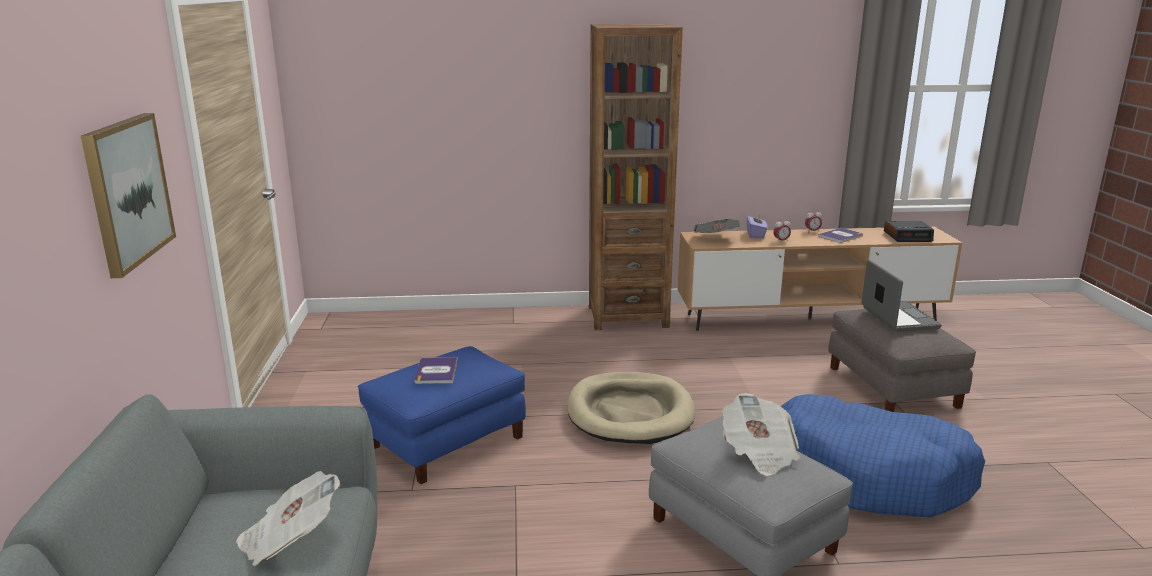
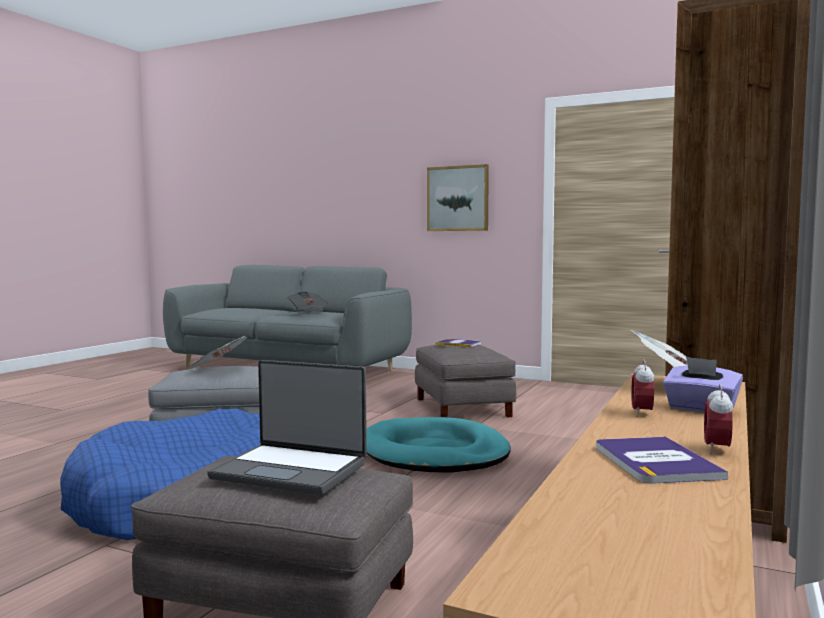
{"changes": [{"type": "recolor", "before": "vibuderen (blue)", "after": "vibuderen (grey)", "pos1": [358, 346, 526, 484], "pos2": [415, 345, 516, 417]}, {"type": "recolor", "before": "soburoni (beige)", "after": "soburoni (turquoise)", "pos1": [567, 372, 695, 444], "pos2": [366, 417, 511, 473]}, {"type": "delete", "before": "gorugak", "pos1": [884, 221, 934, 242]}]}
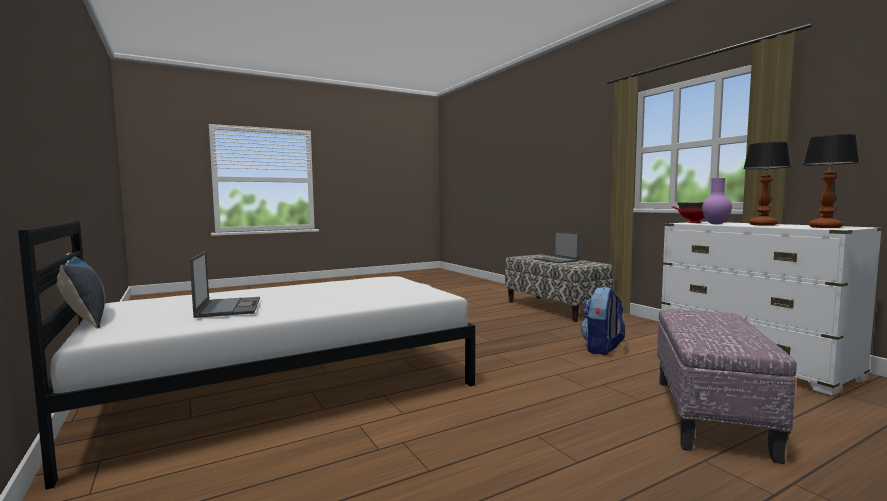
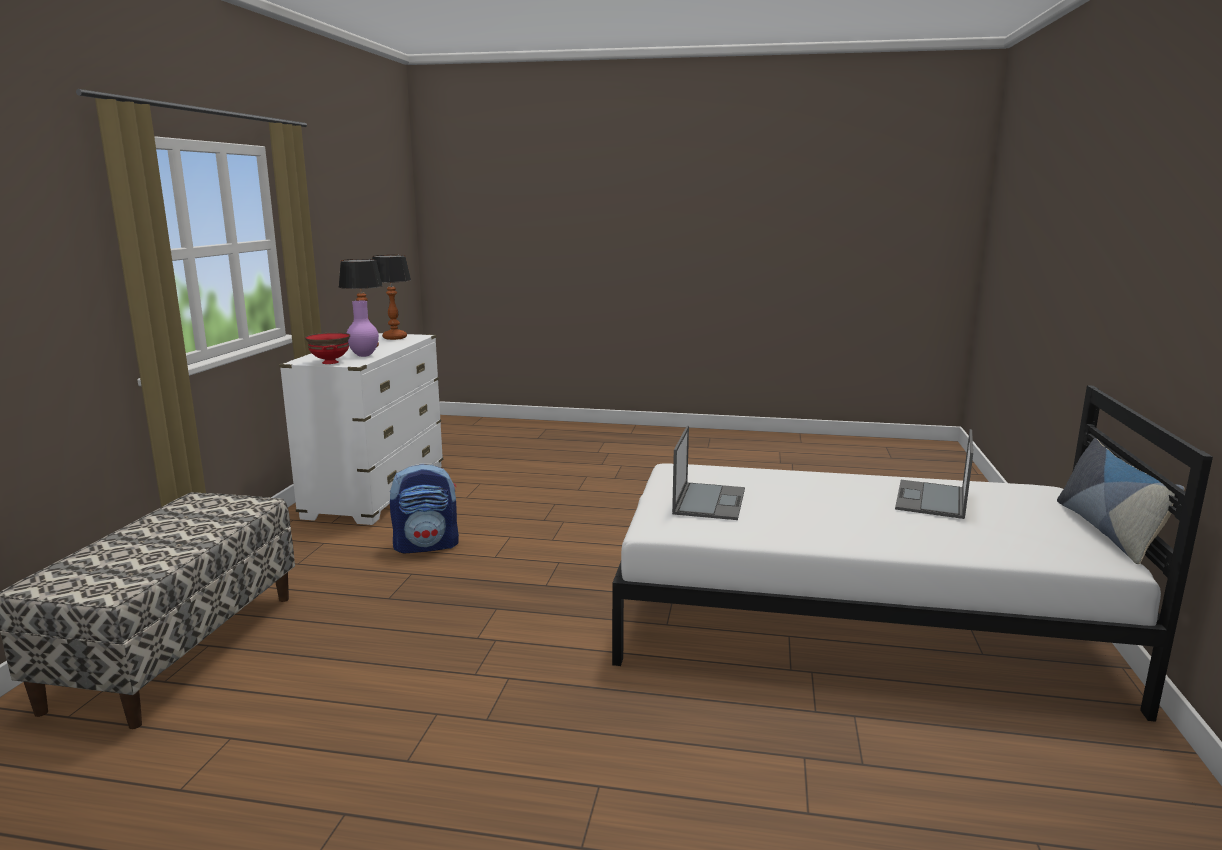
{"changes": [{"type": "move", "before": "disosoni", "pos1": [534, 231, 579, 263], "pos2": [672, 426, 745, 520]}, {"type": "delete", "before": "vibuderen", "pos1": [657, 309, 797, 464]}]}
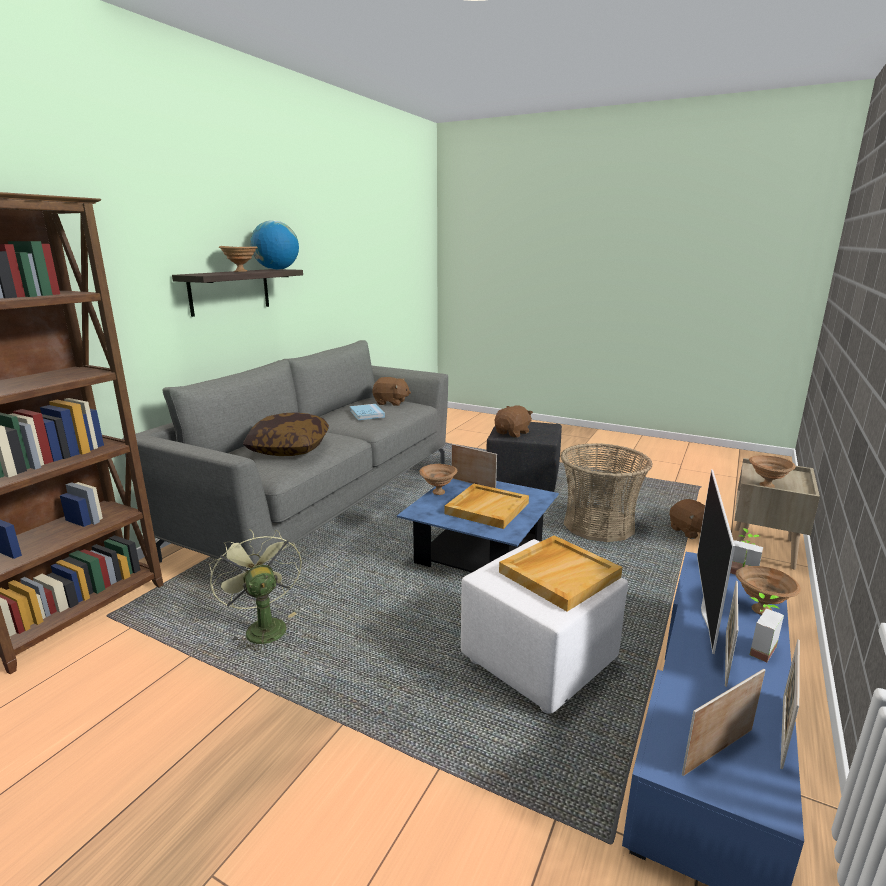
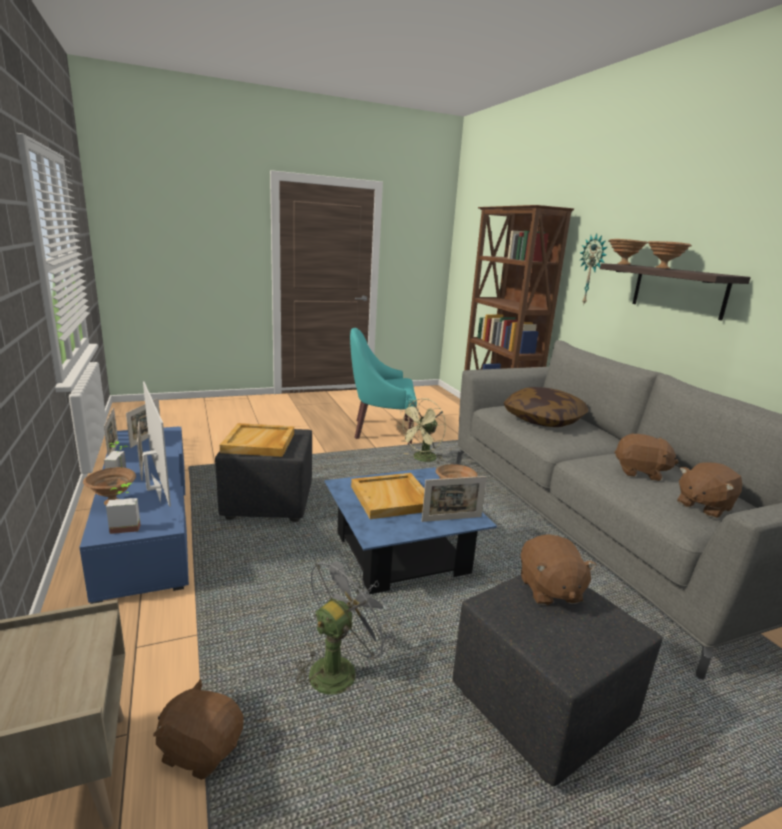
{"changes": [{"type": "rotate", "before": "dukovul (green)", "pos1": [209, 530, 302, 653], "pos2": [398, 398, 446, 464], "turn": 120}, {"type": "delete", "before": "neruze", "pos1": [250, 220, 299, 270]}, {"type": "replace", "before": "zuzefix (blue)", "after": "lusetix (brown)", "pos1": [350, 404, 385, 420], "pos2": [614, 434, 678, 481]}, {"type": "recolor", "before": "vibuderen (white)", "after": "vibuderen (black)", "pos1": [461, 539, 628, 714], "pos2": [215, 429, 312, 522]}, {"type": "replace", "before": "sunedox", "after": "dukovul (grey)", "pos1": [560, 443, 653, 542], "pos2": [293, 553, 396, 695]}, {"type": "move", "before": "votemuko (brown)", "pos1": [749, 455, 796, 488], "pos2": [608, 239, 647, 265]}, {"type": "insert", "after": "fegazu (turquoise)", "pos2": [350, 328, 417, 444]}, {"type": "insert", "after": "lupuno", "pos2": [580, 234, 607, 306]}]}
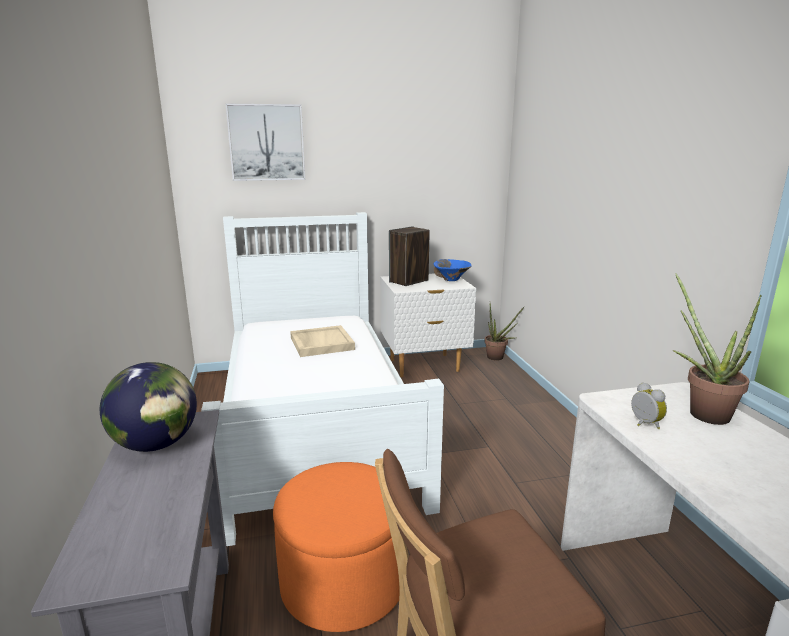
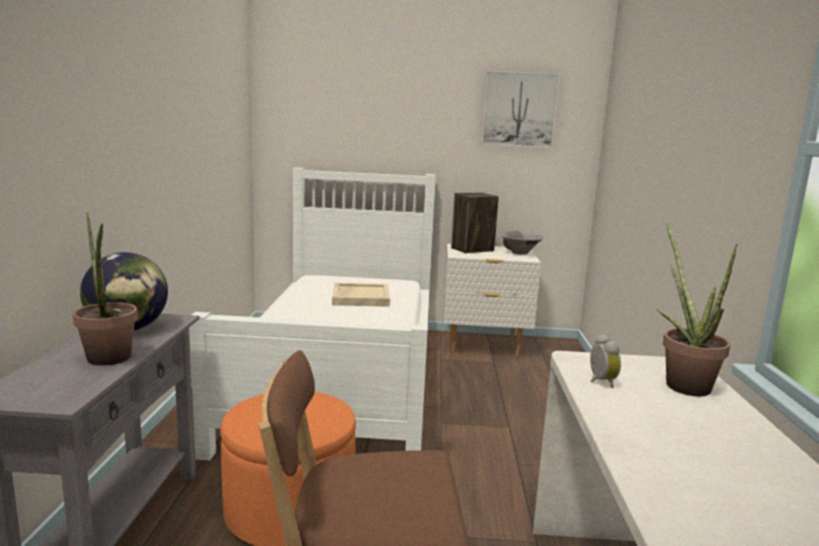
{"changes": [{"type": "move", "before": "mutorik", "pos1": [226, 104, 305, 181], "pos2": [481, 71, 560, 148]}, {"type": "recolor", "before": "votemuko (blue)", "after": "votemuko (grey)", "pos1": [434, 259, 472, 281], "pos2": [501, 231, 543, 255]}, {"type": "move", "before": "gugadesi", "pos1": [485, 303, 524, 361], "pos2": [73, 212, 138, 366]}]}
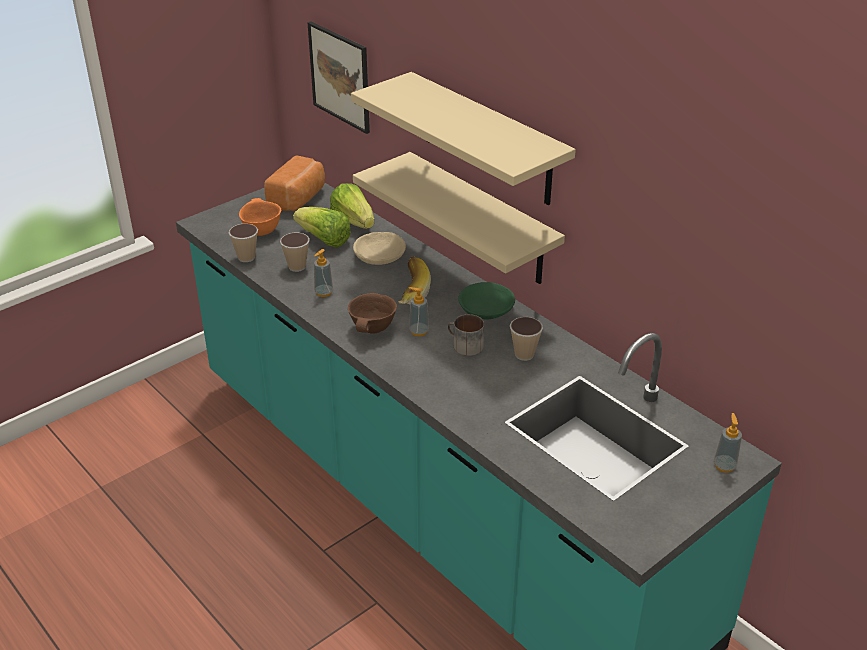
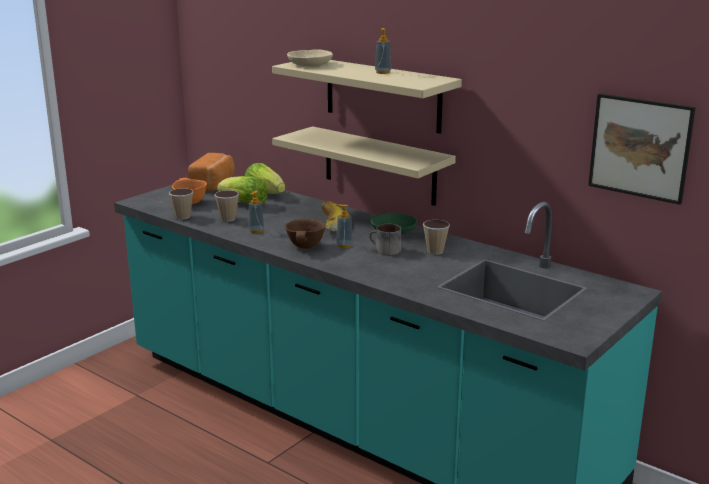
{"changes": [{"type": "move", "before": "mutorik", "pos1": [308, 22, 370, 134], "pos2": [588, 93, 696, 205]}, {"type": "move", "before": "votemuko (beige)", "pos1": [353, 232, 406, 265], "pos2": [287, 49, 333, 66]}, {"type": "move", "before": "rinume", "pos1": [714, 413, 742, 473], "pos2": [375, 28, 391, 74]}]}
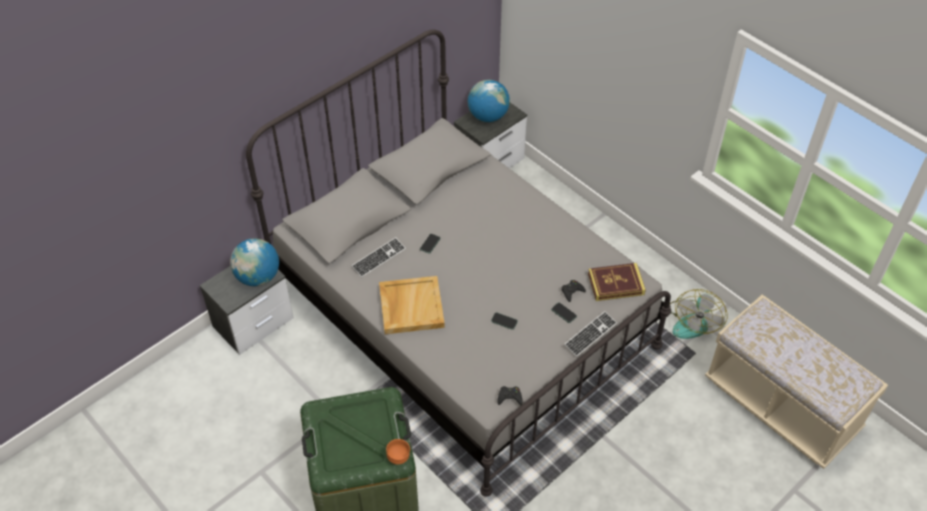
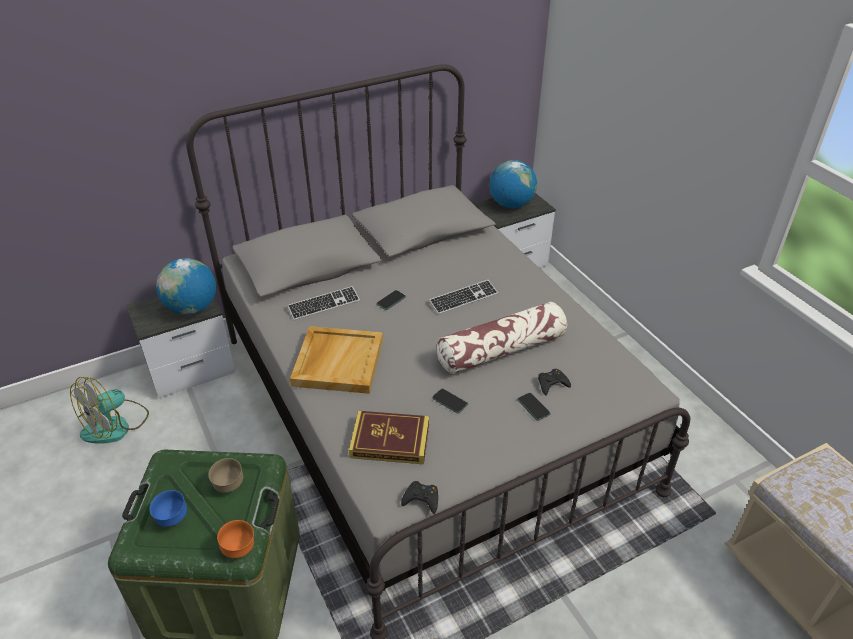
{"changes": [{"type": "move", "before": "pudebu", "pos1": [564, 311, 617, 357], "pos2": [429, 280, 498, 315]}, {"type": "move", "before": "zuzefix", "pos1": [588, 263, 646, 301], "pos2": [349, 411, 429, 464]}, {"type": "move", "before": "dukovul", "pos1": [670, 289, 728, 339], "pos2": [70, 377, 149, 444]}, {"type": "insert", "after": "votemuko (blue)", "pos2": [149, 490, 187, 527]}, {"type": "insert", "after": "votemuko (brown)", "pos2": [208, 458, 243, 493]}, {"type": "insert", "after": "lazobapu", "pos2": [437, 302, 567, 374]}]}
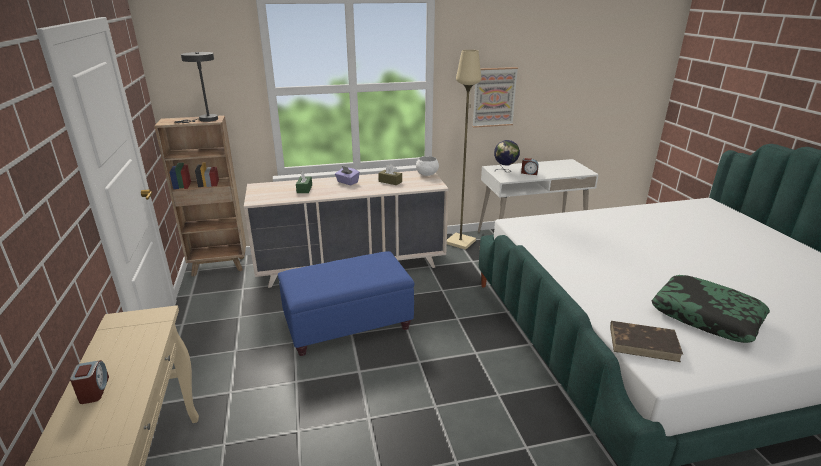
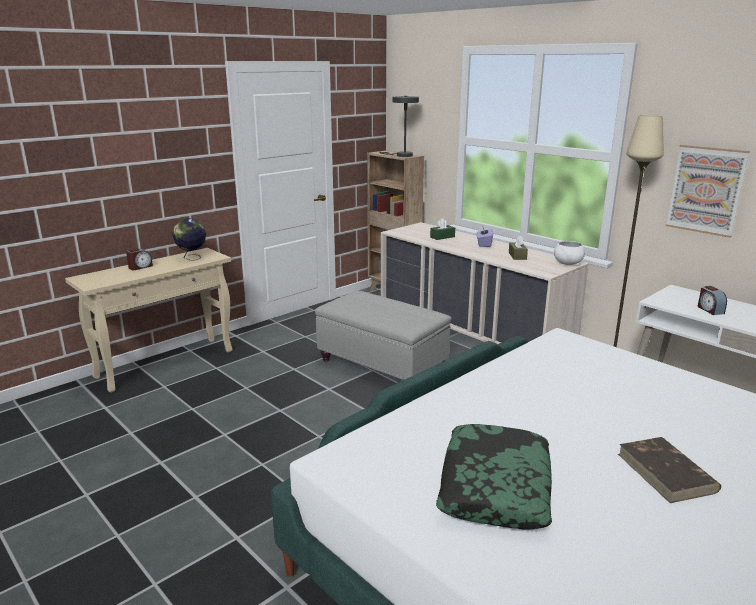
{"changes": [{"type": "recolor", "before": "vibuderen (blue)", "after": "vibuderen (grey)", "pos1": [278, 251, 415, 356], "pos2": [315, 291, 451, 380]}, {"type": "move", "before": "neruze", "pos1": [494, 140, 520, 170], "pos2": [172, 218, 206, 261]}, {"type": "move", "before": "zuzefix (brown)", "pos1": [610, 321, 683, 362], "pos2": [618, 437, 721, 503]}]}
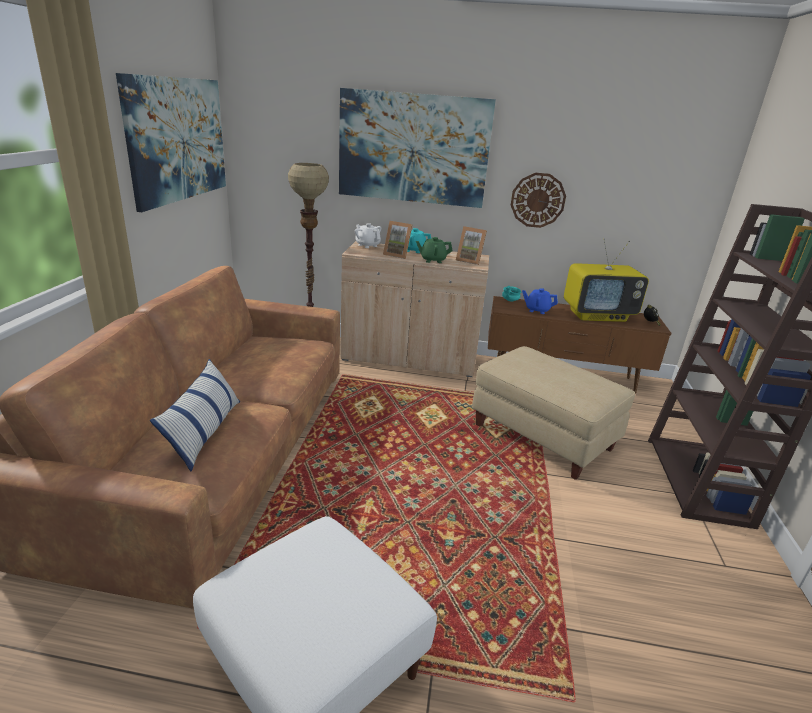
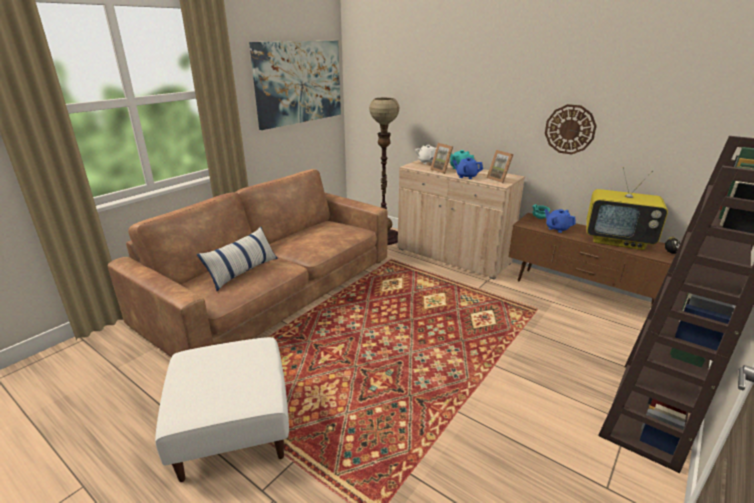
{"changes": [{"type": "delete", "before": "mutorik", "pos1": [339, 88, 496, 208]}, {"type": "recolor", "before": "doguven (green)", "after": "doguven (blue)", "pos1": [416, 237, 452, 263], "pos2": [453, 157, 483, 179]}, {"type": "delete", "before": "vibuderen (beige)", "pos1": [472, 346, 635, 480]}]}
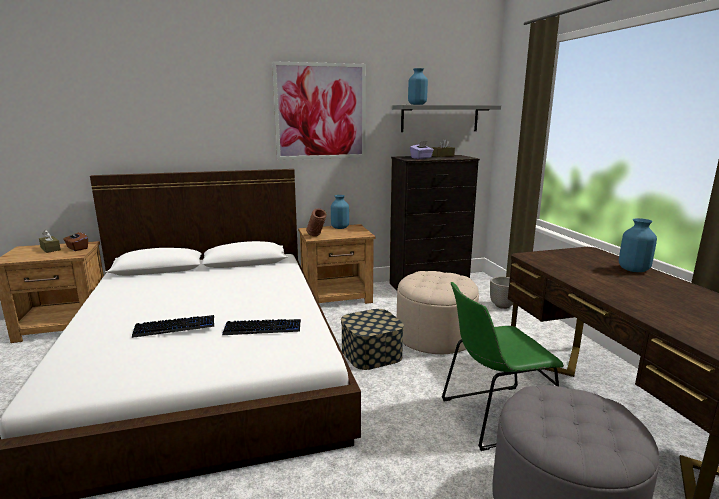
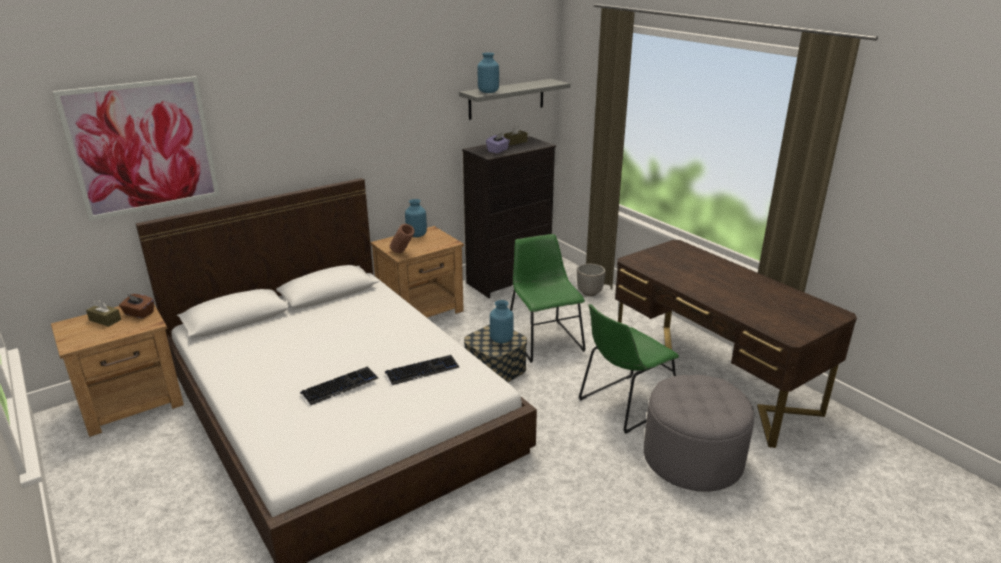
{"changes": [{"type": "move", "before": "mutorik", "pos1": [272, 61, 366, 160], "pos2": [52, 76, 220, 221]}, {"type": "replace", "before": "vibuderen (beige)", "after": "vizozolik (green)", "pos1": [397, 271, 479, 354], "pos2": [510, 234, 585, 363]}, {"type": "move", "before": "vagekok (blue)", "pos1": [619, 218, 657, 272], "pos2": [490, 300, 513, 343]}]}
